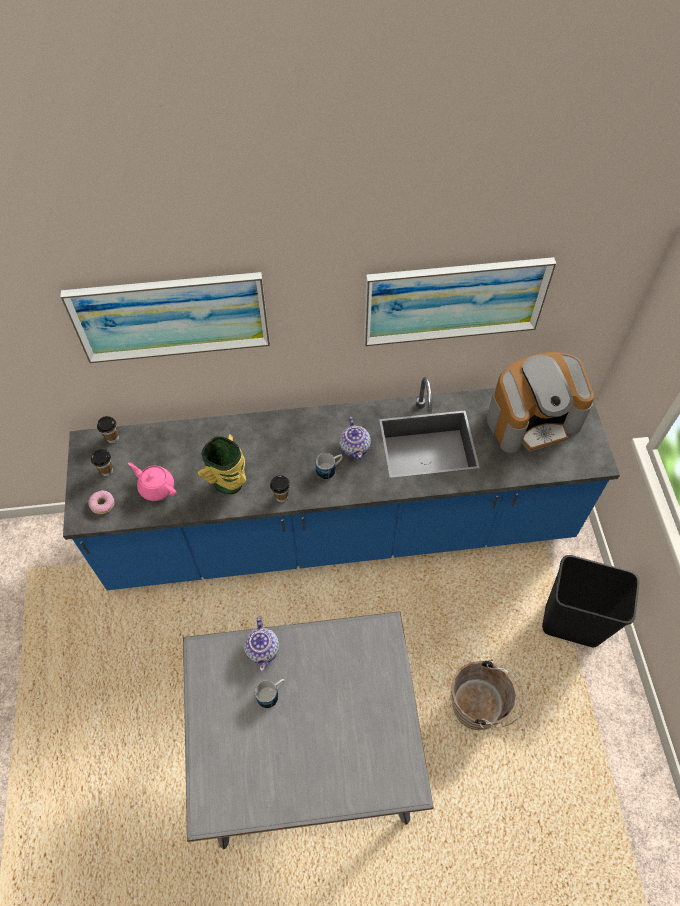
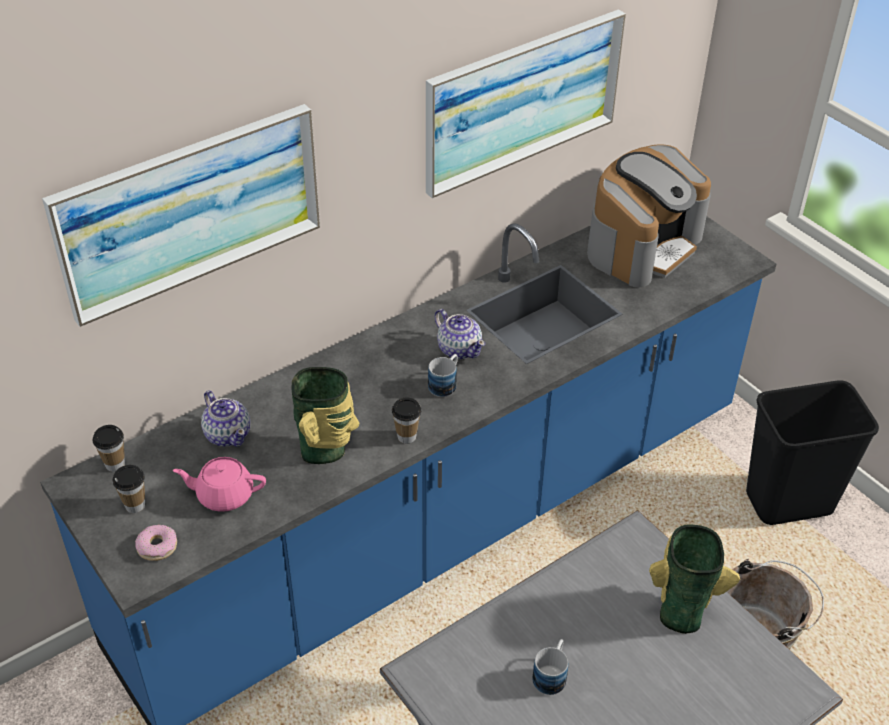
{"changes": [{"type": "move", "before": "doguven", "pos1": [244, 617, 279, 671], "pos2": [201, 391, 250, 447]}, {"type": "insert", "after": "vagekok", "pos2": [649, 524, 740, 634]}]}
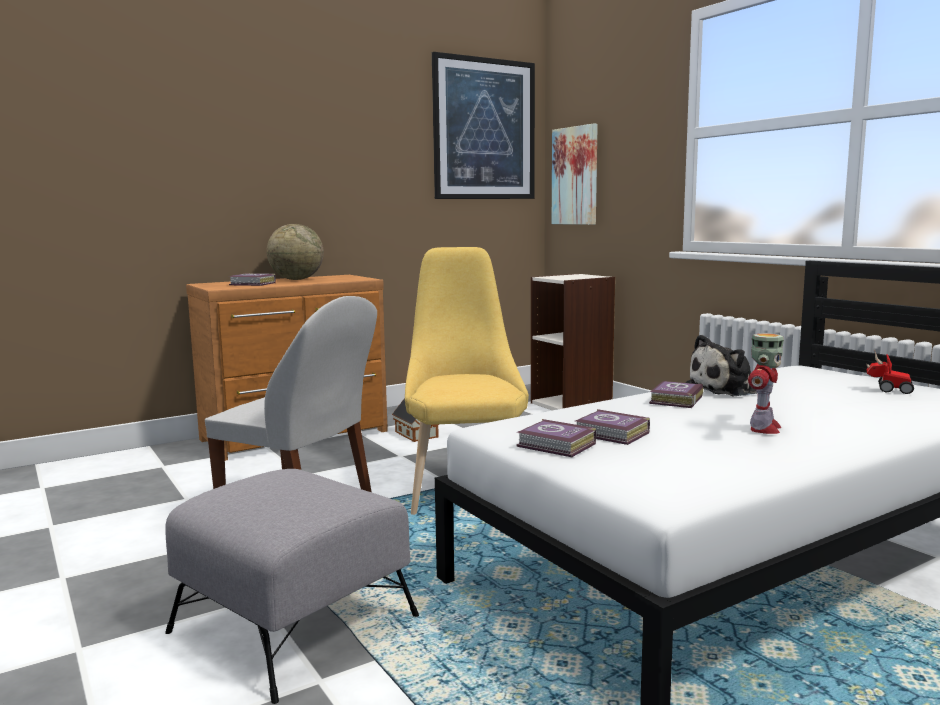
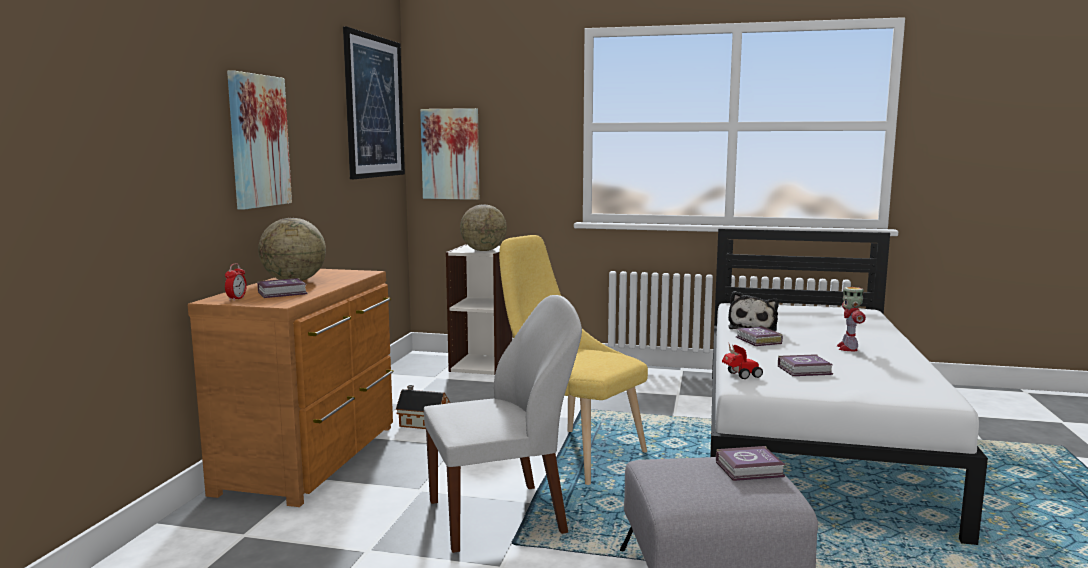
{"changes": [{"type": "move", "before": "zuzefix", "pos1": [516, 419, 596, 457], "pos2": [716, 446, 785, 481]}, {"type": "rotate", "before": "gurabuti", "pos1": [748, 333, 784, 434], "pos2": [837, 287, 866, 351], "turn": -150}, {"type": "move", "before": "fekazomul", "pos1": [867, 349, 914, 394], "pos2": [722, 342, 763, 379]}, {"type": "insert", "after": "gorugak", "pos2": [225, 263, 247, 301]}, {"type": "insert", "after": "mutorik", "pos2": [227, 70, 292, 210]}, {"type": "insert", "after": "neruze", "pos2": [460, 204, 507, 251]}]}
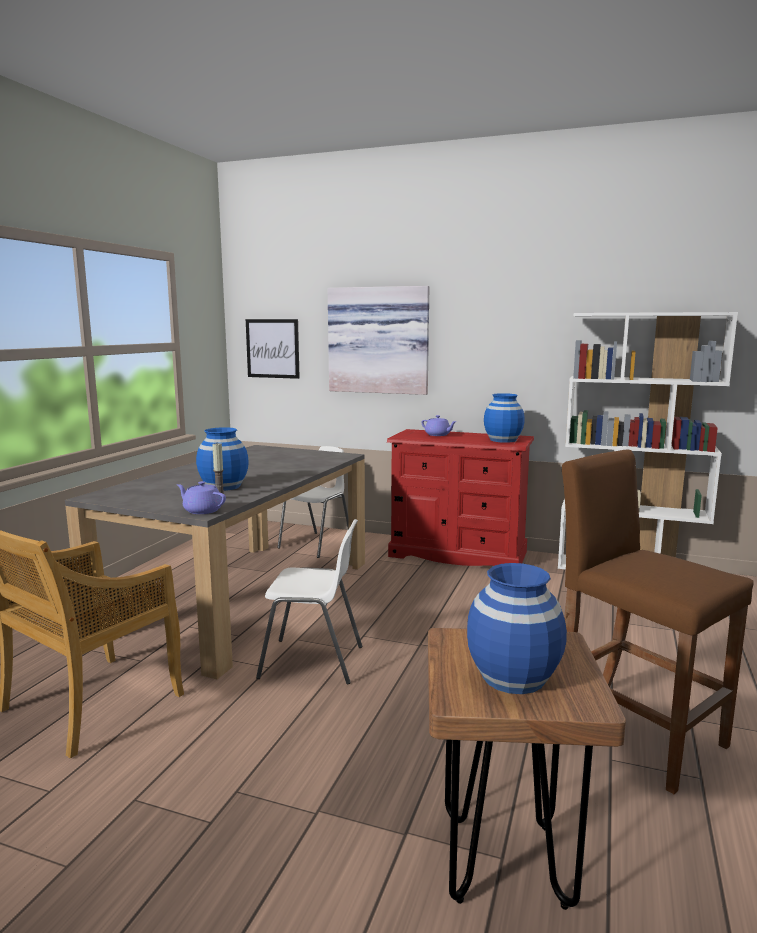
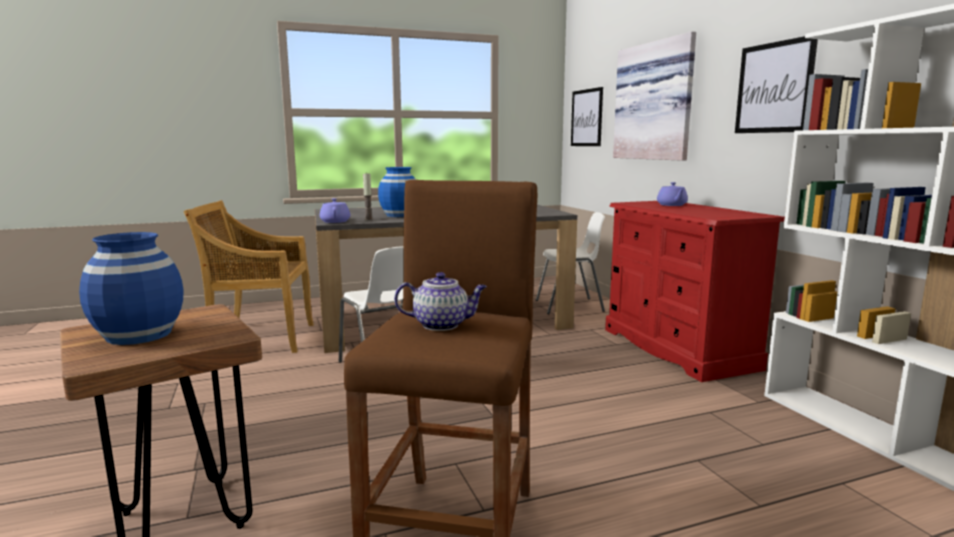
{"changes": [{"type": "delete", "before": "vagekok (blue)", "pos1": [484, 393, 525, 443]}, {"type": "insert", "after": "doguven", "pos2": [394, 272, 487, 331]}, {"type": "insert", "after": "mutorik", "pos2": [735, 36, 818, 133]}]}
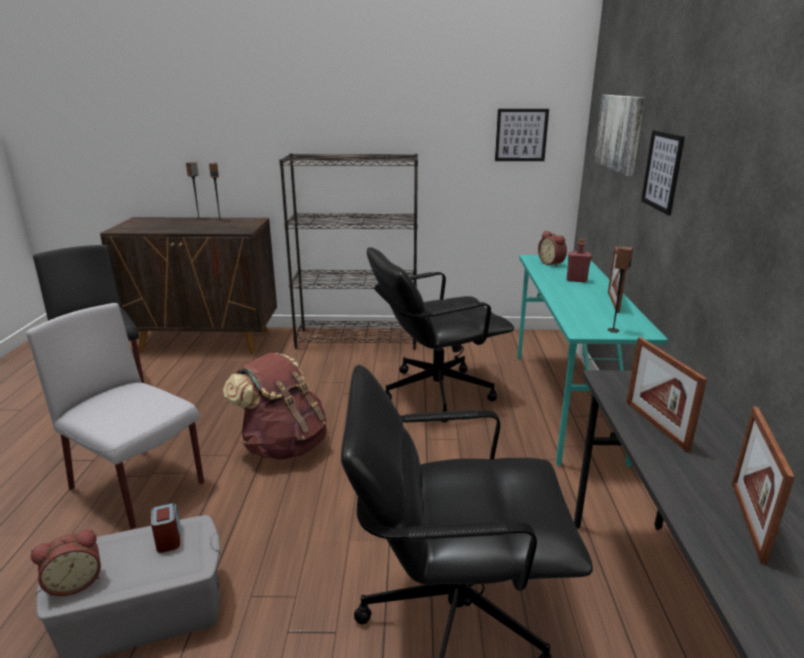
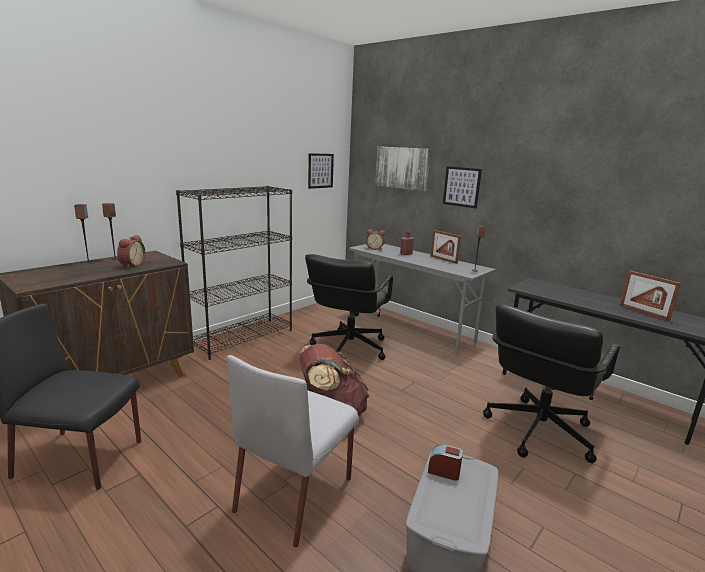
{"changes": [{"type": "rotate", "before": "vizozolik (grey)", "pos1": [26, 303, 204, 529], "pos2": [227, 355, 359, 547], "turn": -45}, {"type": "move", "before": "gorugak", "pos1": [31, 529, 101, 596], "pos2": [117, 235, 145, 268]}, {"type": "recolor", "before": "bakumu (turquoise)", "after": "bakumu (grey)", "pos1": [517, 255, 668, 467], "pos2": [349, 244, 496, 355]}, {"type": "delete", "before": "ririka", "pos1": [627, 337, 707, 452]}]}
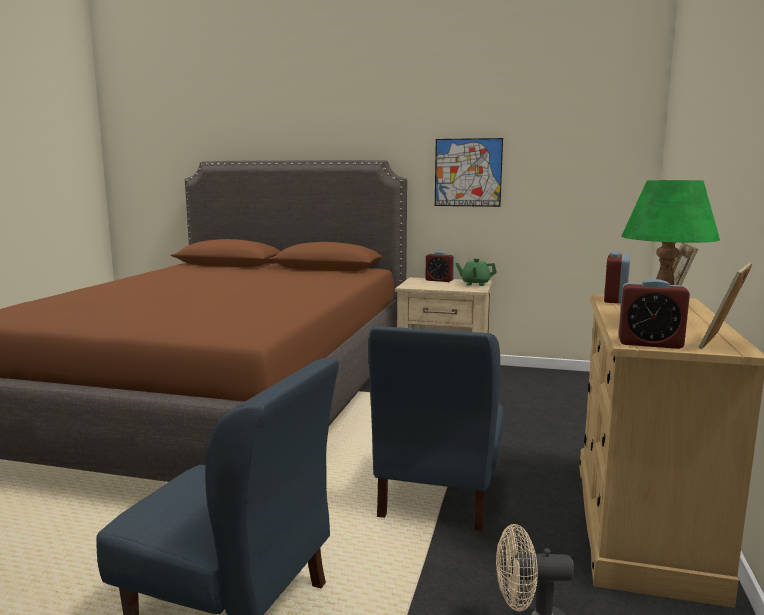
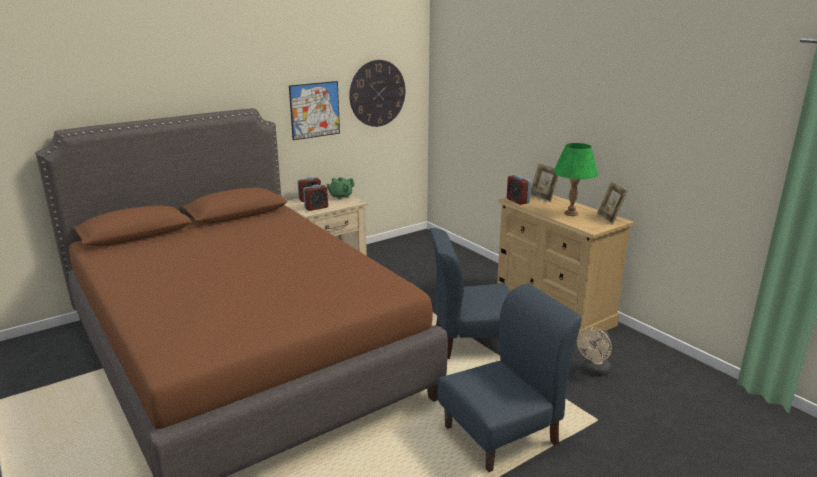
{"changes": [{"type": "rotate", "before": "vizozolik (blue)", "pos1": [368, 326, 504, 531], "pos2": [430, 228, 510, 359], "turn": 120}, {"type": "move", "before": "gorugak", "pos1": [618, 279, 690, 349], "pos2": [303, 185, 328, 211]}, {"type": "insert", "after": "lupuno", "pos2": [349, 60, 405, 127]}]}
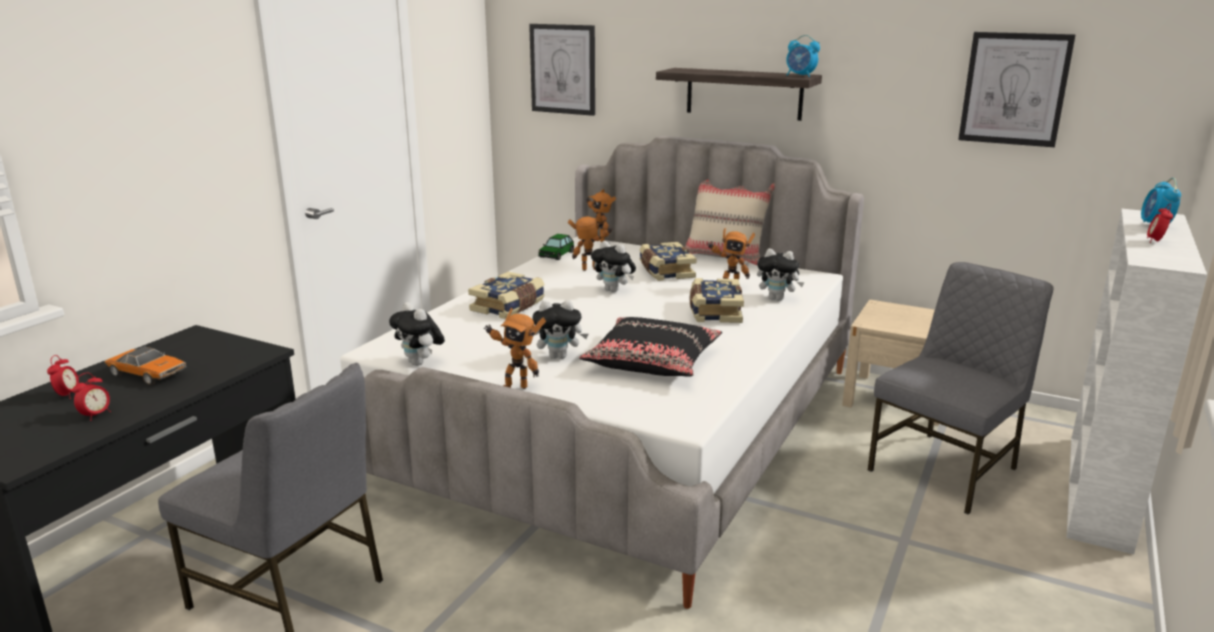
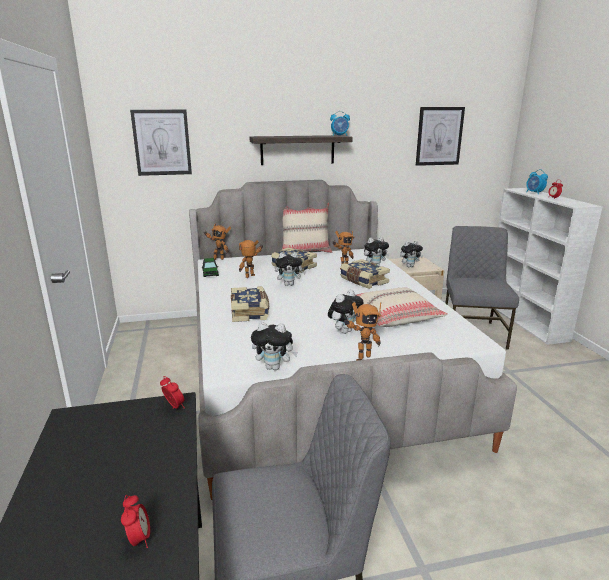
{"changes": [{"type": "move", "before": "gorugak", "pos1": [47, 355, 79, 399], "pos2": [160, 376, 184, 409]}, {"type": "delete", "before": "fekazomul", "pos1": [105, 346, 187, 385]}, {"type": "recolor", "before": "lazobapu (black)", "after": "lazobapu (beige)", "pos1": [579, 317, 722, 377], "pos2": [355, 287, 448, 327]}, {"type": "insert", "after": "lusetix", "pos2": [400, 241, 423, 267]}]}
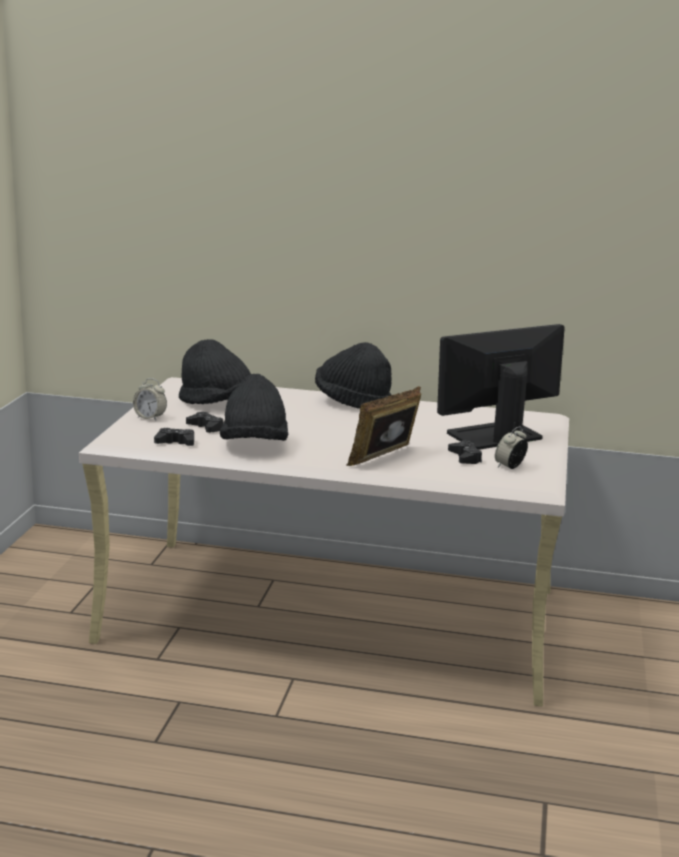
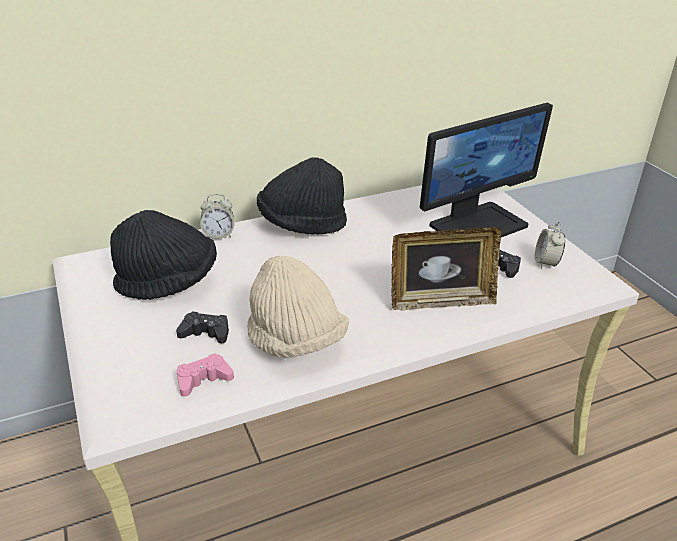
{"changes": [{"type": "move", "before": "gorugak", "pos1": [133, 378, 167, 421], "pos2": [200, 194, 234, 239]}, {"type": "recolor", "before": "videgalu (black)", "after": "videgalu (pink)", "pos1": [154, 428, 194, 446], "pos2": [177, 353, 234, 397]}, {"type": "recolor", "before": "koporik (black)", "after": "koporik (beige)", "pos1": [220, 374, 288, 441], "pos2": [247, 256, 349, 358]}, {"type": "rotate", "before": "ririka", "pos1": [347, 386, 421, 466], "pos2": [391, 227, 501, 310], "turn": -105}, {"type": "rotate", "before": "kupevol", "pos1": [437, 324, 565, 450], "pos2": [420, 103, 553, 237], "turn": -150}]}
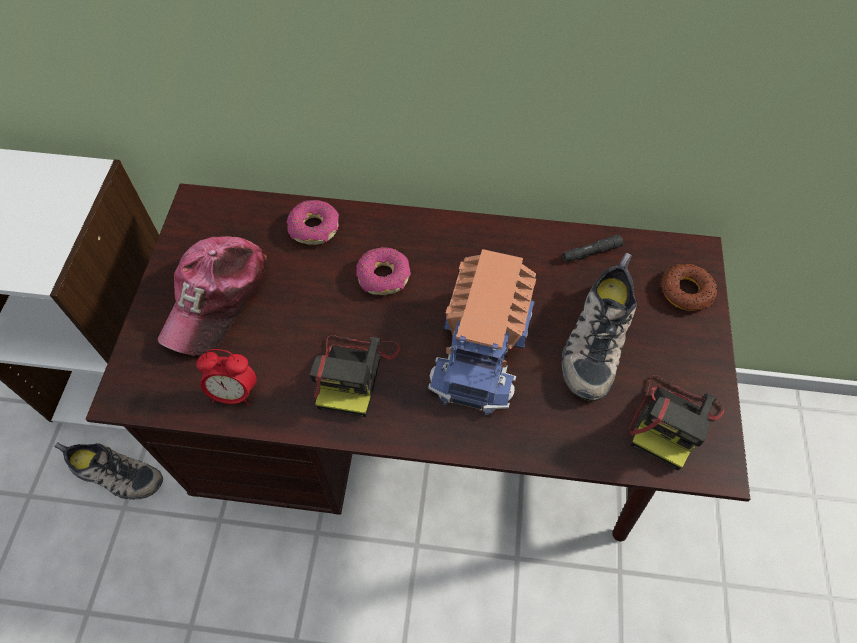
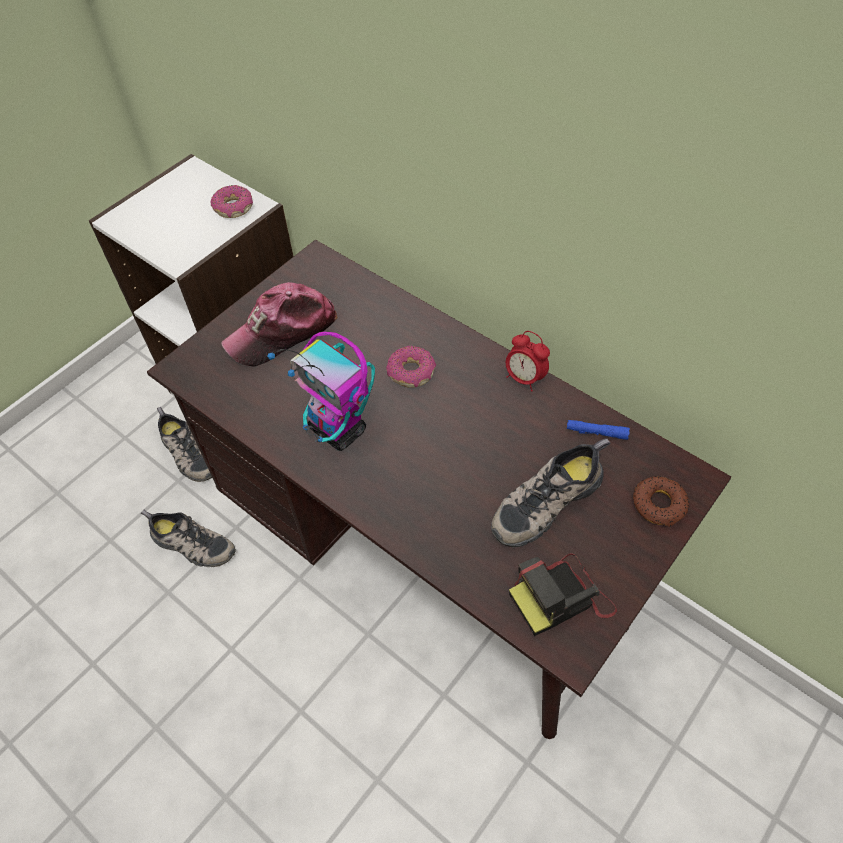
{"changes": [{"type": "move", "before": "gorugak", "pos1": [196, 349, 256, 406], "pos2": [506, 331, 550, 392]}, {"type": "move", "before": "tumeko", "pos1": [287, 200, 339, 245], "pos2": [210, 185, 253, 218]}, {"type": "replace", "before": "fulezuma", "after": "gurabuti", "pos1": [310, 335, 400, 417], "pos2": [267, 332, 375, 451]}, {"type": "delete", "before": "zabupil", "pos1": [428, 249, 536, 415]}, {"type": "recolor", "before": "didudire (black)", "after": "didudire (blue)", "pos1": [562, 234, 623, 262], "pos2": [566, 420, 630, 440]}, {"type": "insert", "after": "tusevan", "pos2": [141, 510, 236, 567]}]}
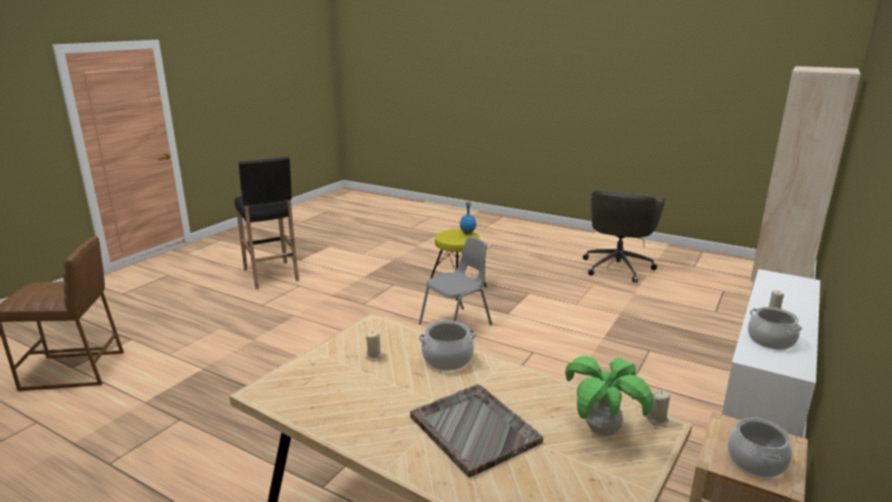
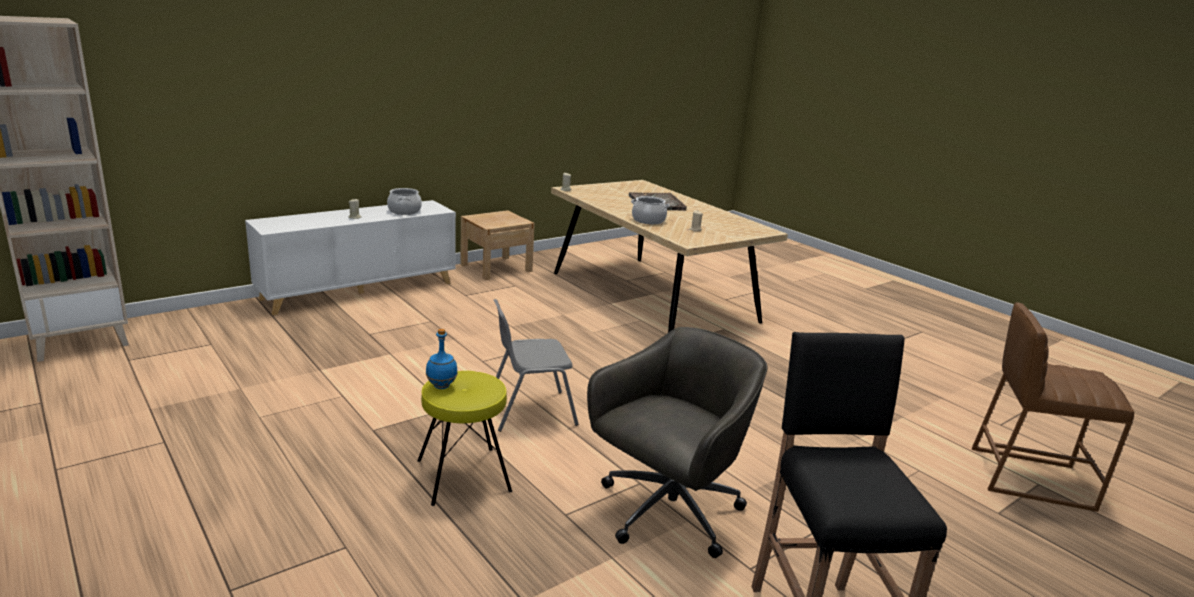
{"changes": [{"type": "delete", "before": "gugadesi", "pos1": [565, 356, 653, 436]}, {"type": "move", "before": "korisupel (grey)", "pos1": [583, 190, 665, 283], "pos2": [587, 327, 768, 558]}, {"type": "delete", "before": "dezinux", "pos1": [728, 417, 792, 477]}]}
